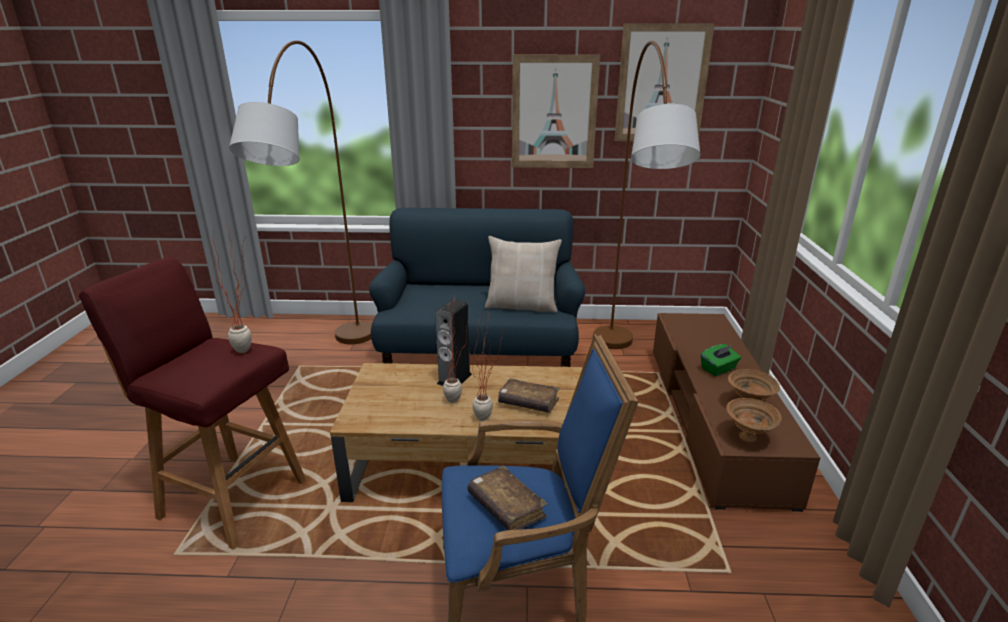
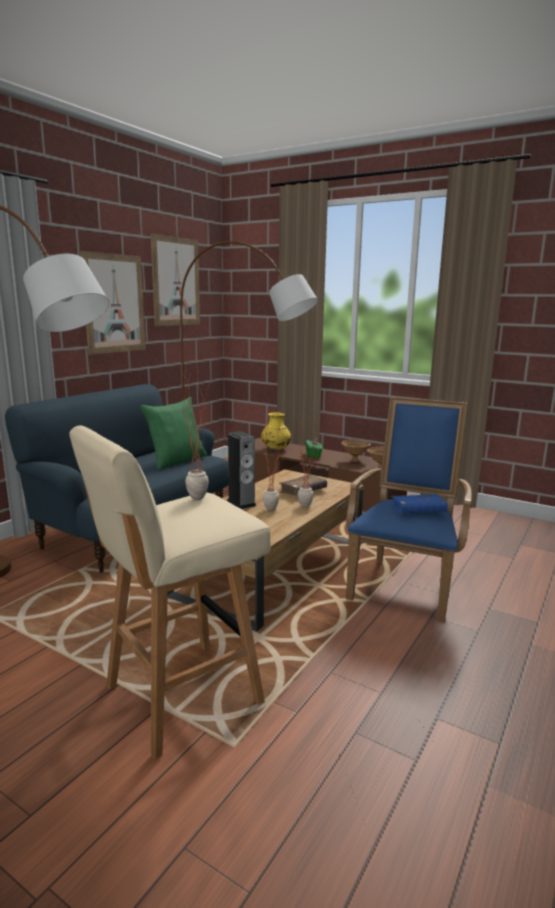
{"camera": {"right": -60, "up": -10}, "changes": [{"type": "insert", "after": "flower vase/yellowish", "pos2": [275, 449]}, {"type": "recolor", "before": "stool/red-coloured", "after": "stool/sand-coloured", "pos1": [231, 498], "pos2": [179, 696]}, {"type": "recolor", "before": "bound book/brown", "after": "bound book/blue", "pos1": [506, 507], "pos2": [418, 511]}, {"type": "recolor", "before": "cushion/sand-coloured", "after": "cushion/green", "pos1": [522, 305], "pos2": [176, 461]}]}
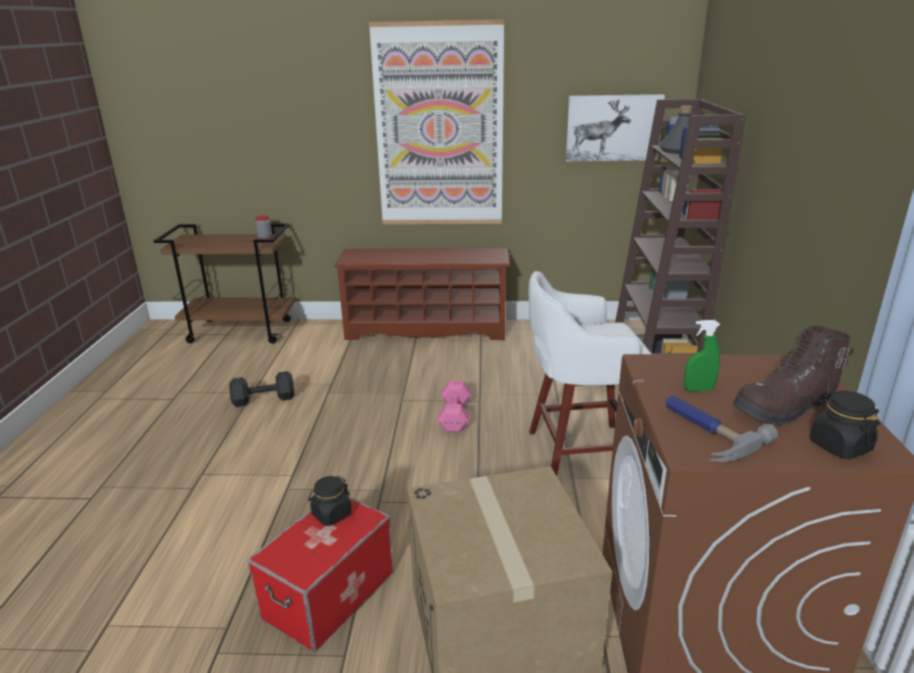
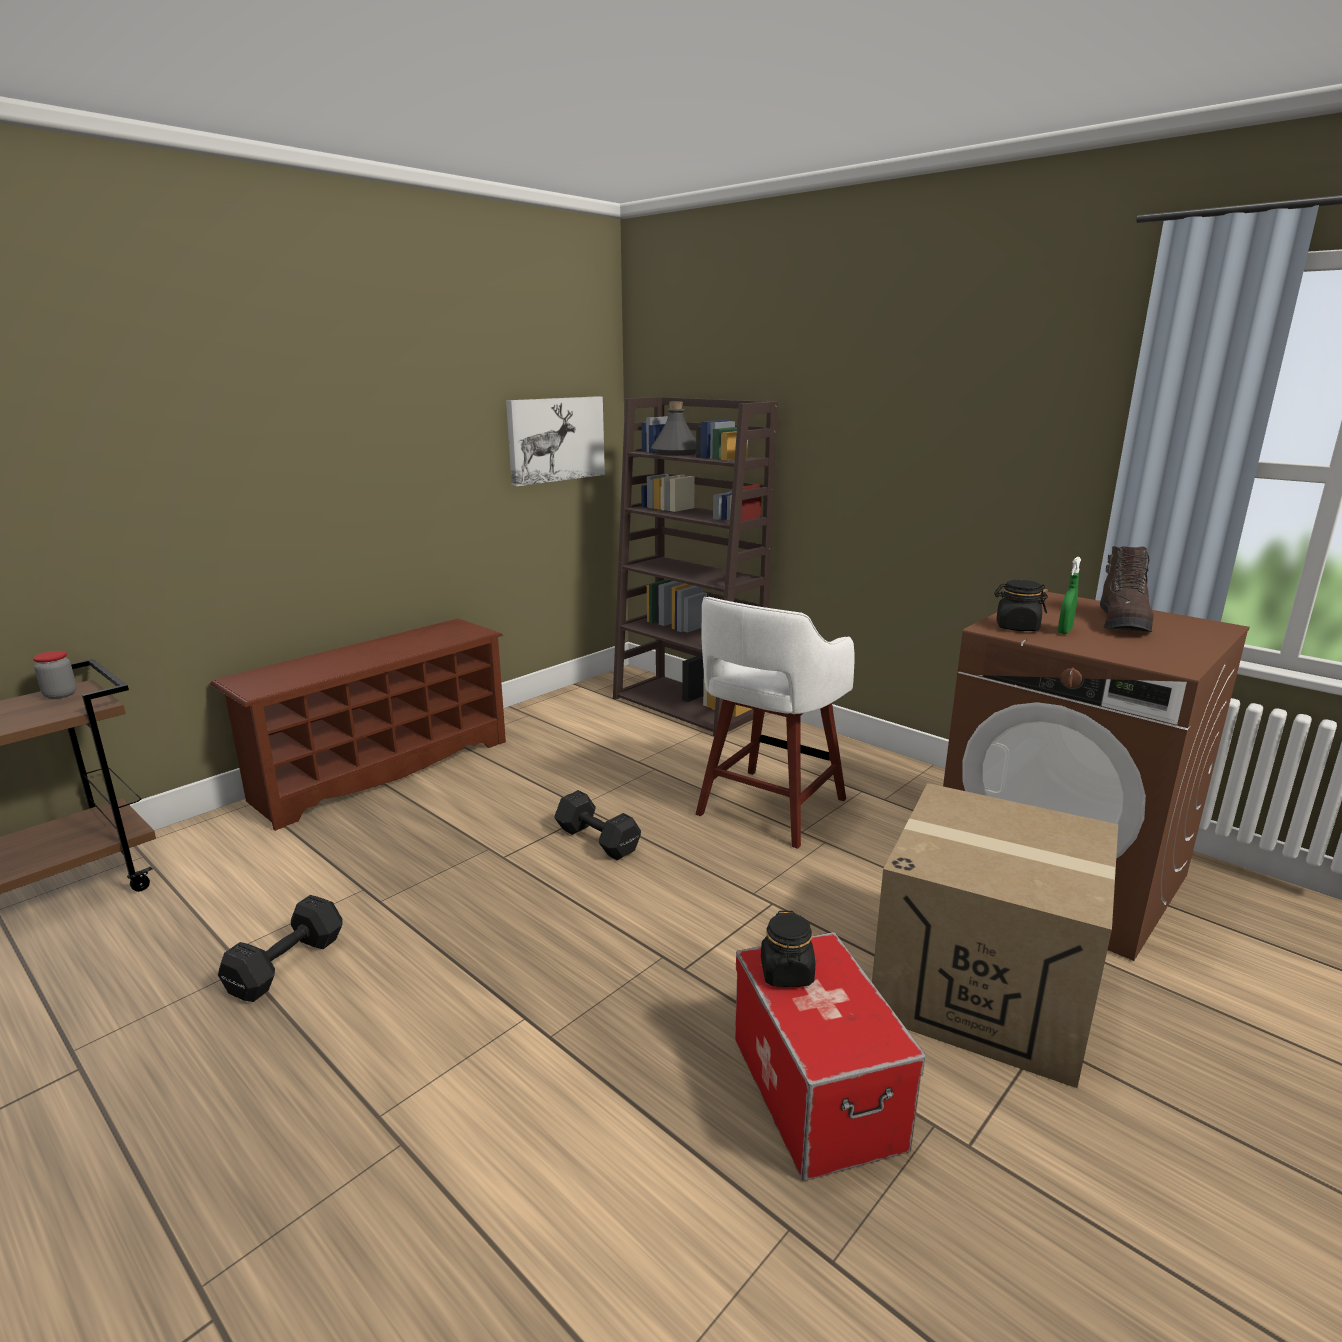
{"camera": {"right": -50, "up": -5}, "changes": [{"type": "delete", "before": "picture", "pos1": [439, 128]}, {"type": "delete", "before": "hammer", "pos1": [705, 432]}, {"type": "move", "before": "preserve jar/black-coloured", "pos1": [839, 446], "pos2": [1016, 627]}, {"type": "recolor", "before": "hand weight/pink-coloured", "after": "hand weight/black-coloured", "pos1": [455, 415], "pos2": [596, 839]}]}
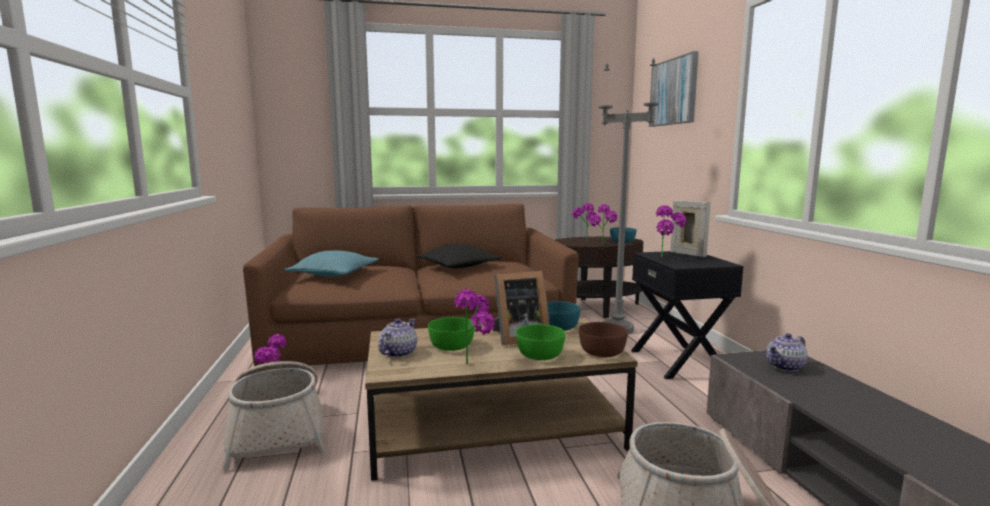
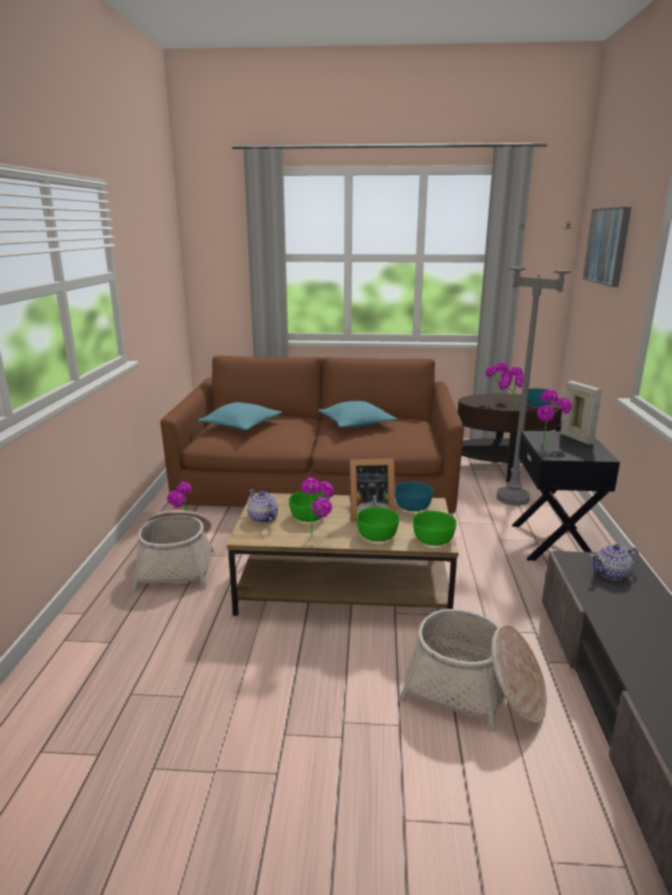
{"camera": {"right": 15, "up": 10}, "changes": [{"type": "recolor", "before": "cushion/black-coloured", "after": "cushion/turquoise", "pos1": [458, 266], "pos2": [356, 423]}, {"type": "recolor", "before": "bowl/brown", "after": "bowl/green", "pos1": [602, 352], "pos2": [433, 539]}, {"type": "rotate", "before": "teapot", "pos1": [398, 353], "pos2": [263, 518], "turn": -75}]}
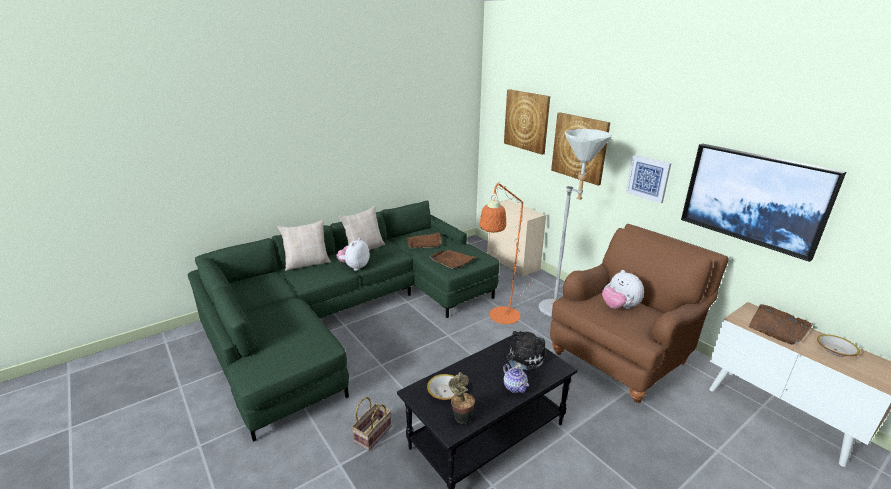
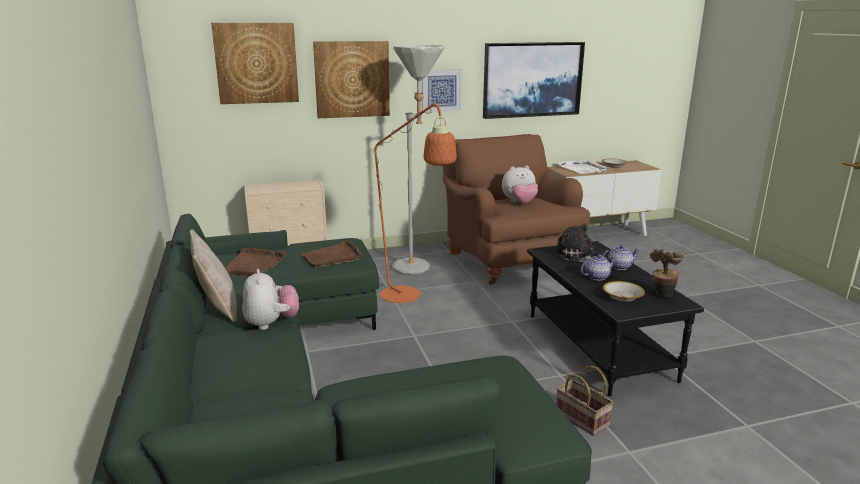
{"camera": {"right": -70, "up": -5}, "changes": [{"type": "delete", "before": "cushion/sand-coloured", "pos1": [307, 263]}, {"type": "insert", "after": "teapot", "pos2": [596, 277]}, {"type": "recolor", "before": "serving tray/brown", "after": "serving tray/whitish", "pos1": [778, 327], "pos2": [582, 169]}, {"type": "rotate", "before": "soft toy", "pos1": [354, 267], "pos2": [271, 324], "turn": -150}]}
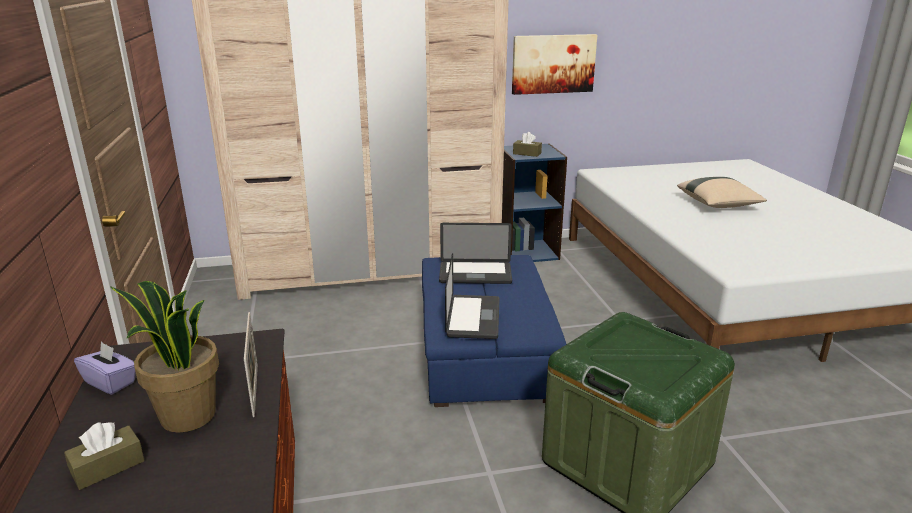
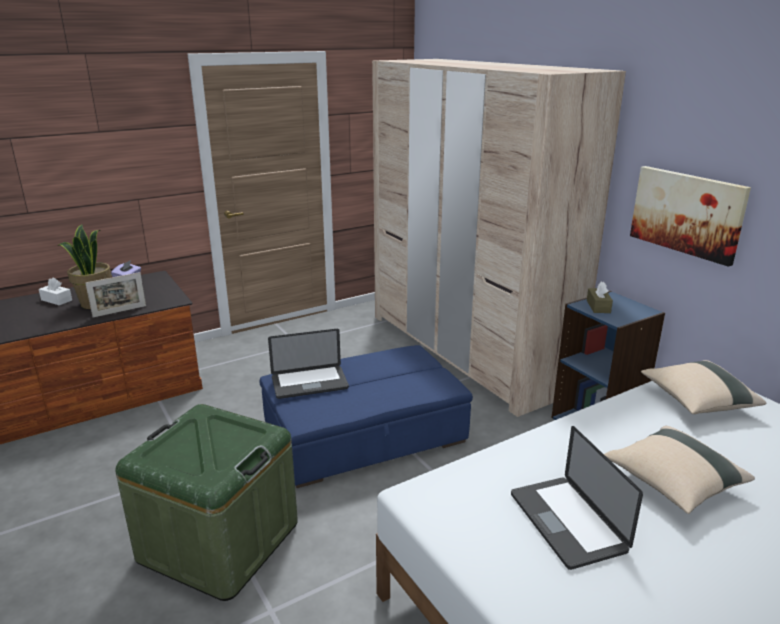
{"camera": {"right": 70, "up": 0}, "changes": [{"type": "insert", "after": "cushion/sand-coloured", "pos2": [697, 401]}, {"type": "move", "before": "laptop", "pos1": [475, 274], "pos2": [567, 522]}, {"type": "recolor", "before": "tissue box/brown", "after": "tissue box/whitish", "pos1": [108, 467], "pos2": [56, 300]}]}
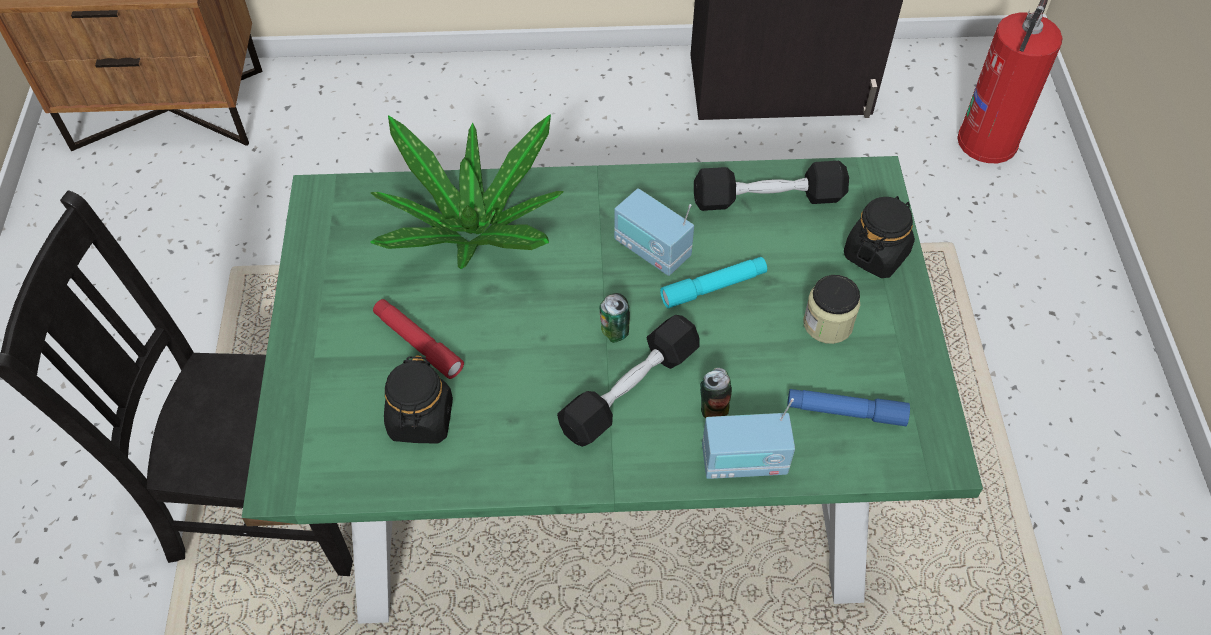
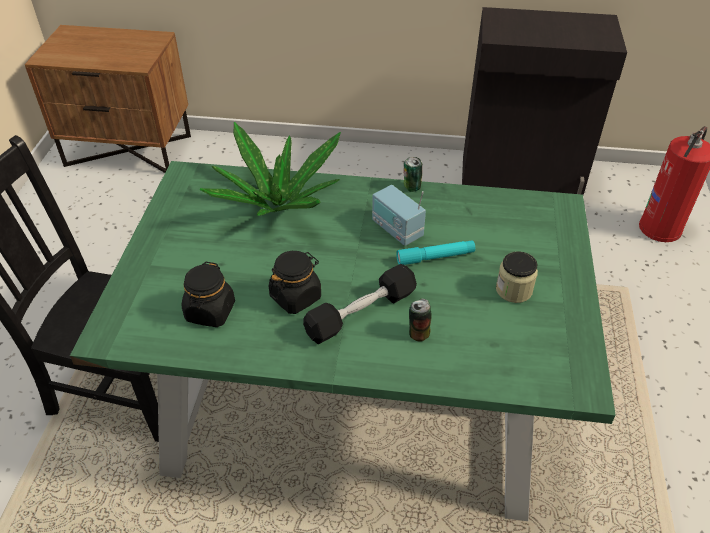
{"camera": {"right": 10, "up": -10}, "changes": [{"type": "delete", "before": "flashlight/red-coloured", "pos1": [418, 343]}, {"type": "delete", "before": "hand weight/black-coloured", "pos1": [768, 198]}, {"type": "delete", "before": "radio", "pos1": [744, 462]}, {"type": "delete", "before": "flashlight/blue", "pos1": [845, 412]}, {"type": "move", "before": "can", "pos1": [614, 333], "pos2": [411, 187]}, {"type": "move", "before": "preserve jar/black-coloured", "pos1": [876, 254], "pos2": [296, 297]}]}
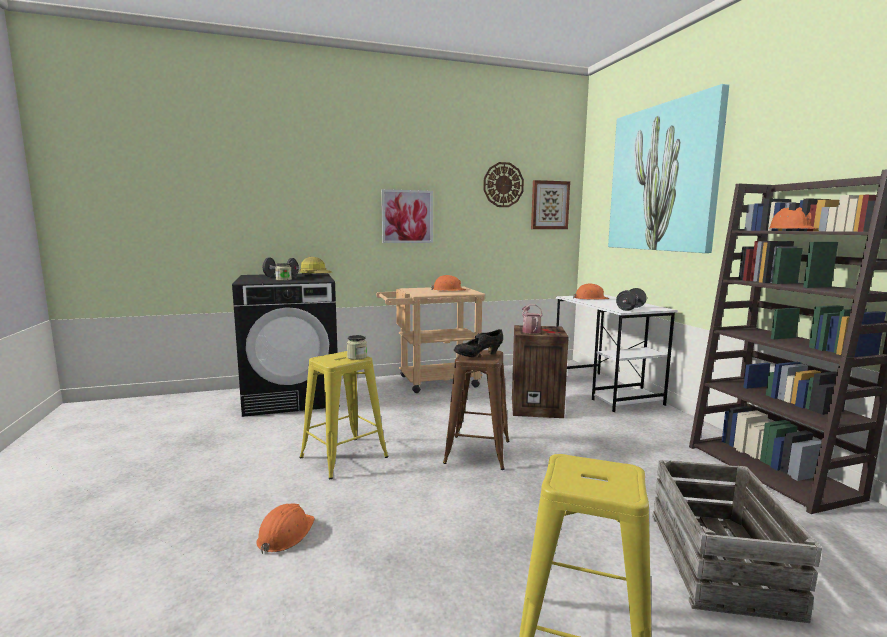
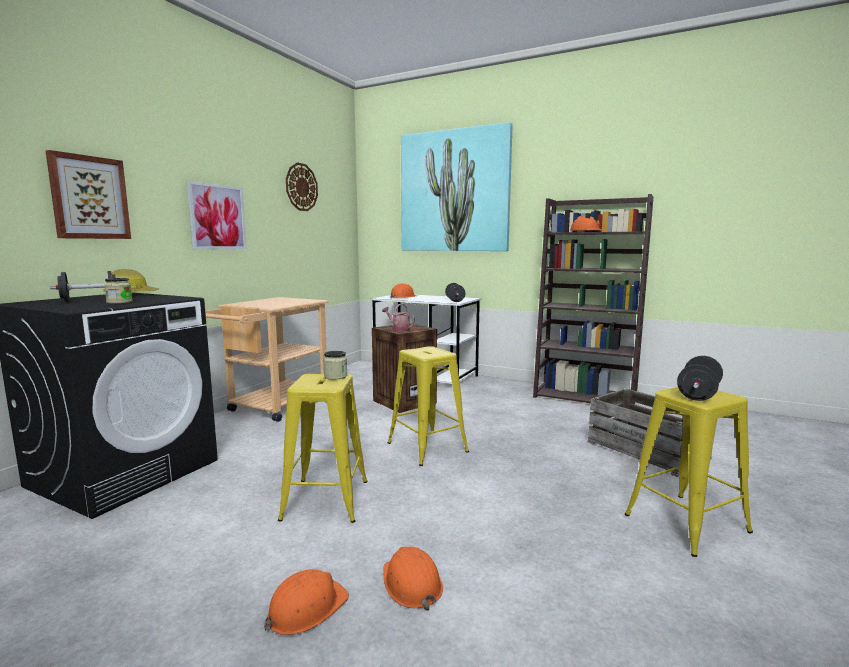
{"camera": {"right": -45, "up": 0}, "changes": [{"type": "delete", "before": "item of footwear/black-coloured", "pos1": [478, 356]}, {"type": "insert", "after": "hand weight/black-coloured", "pos2": [698, 394]}, {"type": "move", "before": "hard hat/orange-coloured", "pos1": [448, 290], "pos2": [306, 608]}, {"type": "move", "before": "picture", "pos1": [549, 205], "pos2": [89, 198]}, {"type": "recolor", "before": "stool/brown", "after": "stool/yellowish", "pos1": [477, 452], "pos2": [427, 447]}]}
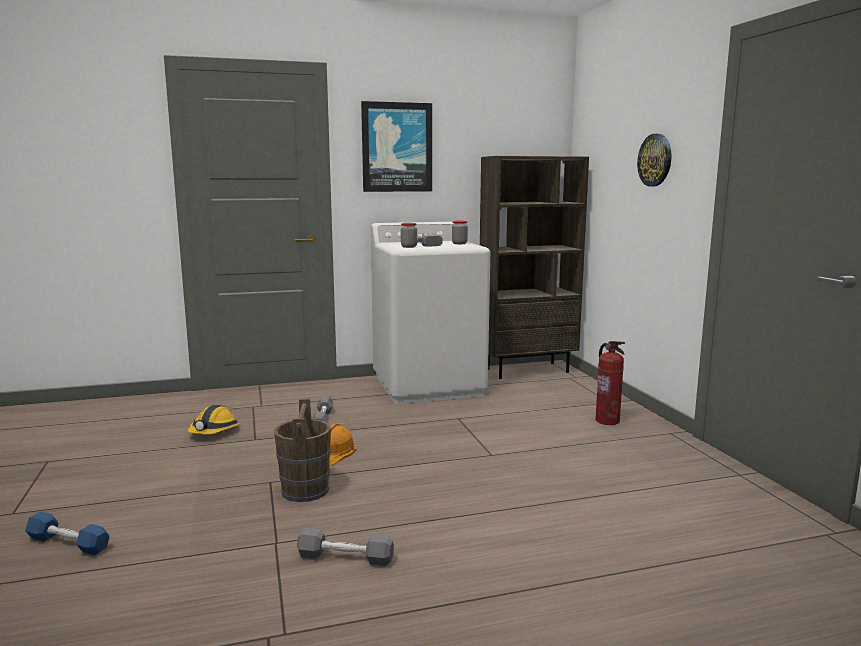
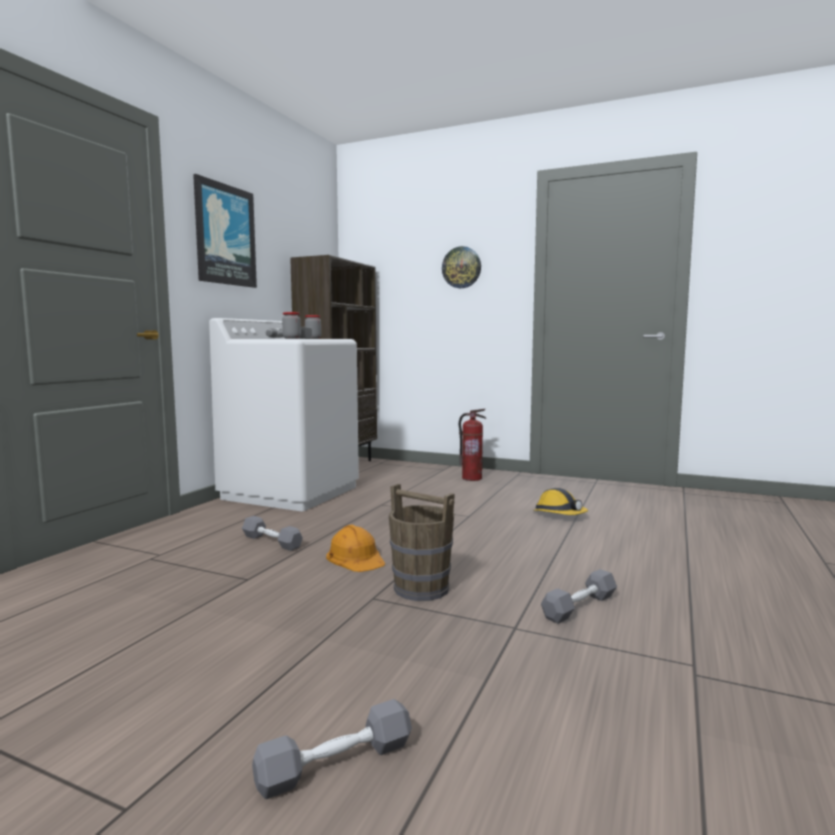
{"camera": {"right": -50, "up": -5}, "changes": [{"type": "move", "before": "hard hat", "pos1": [214, 432], "pos2": [559, 515]}, {"type": "recolor", "before": "hand weight/blue", "after": "hand weight/greyish", "pos1": [68, 543], "pos2": [335, 764]}]}
